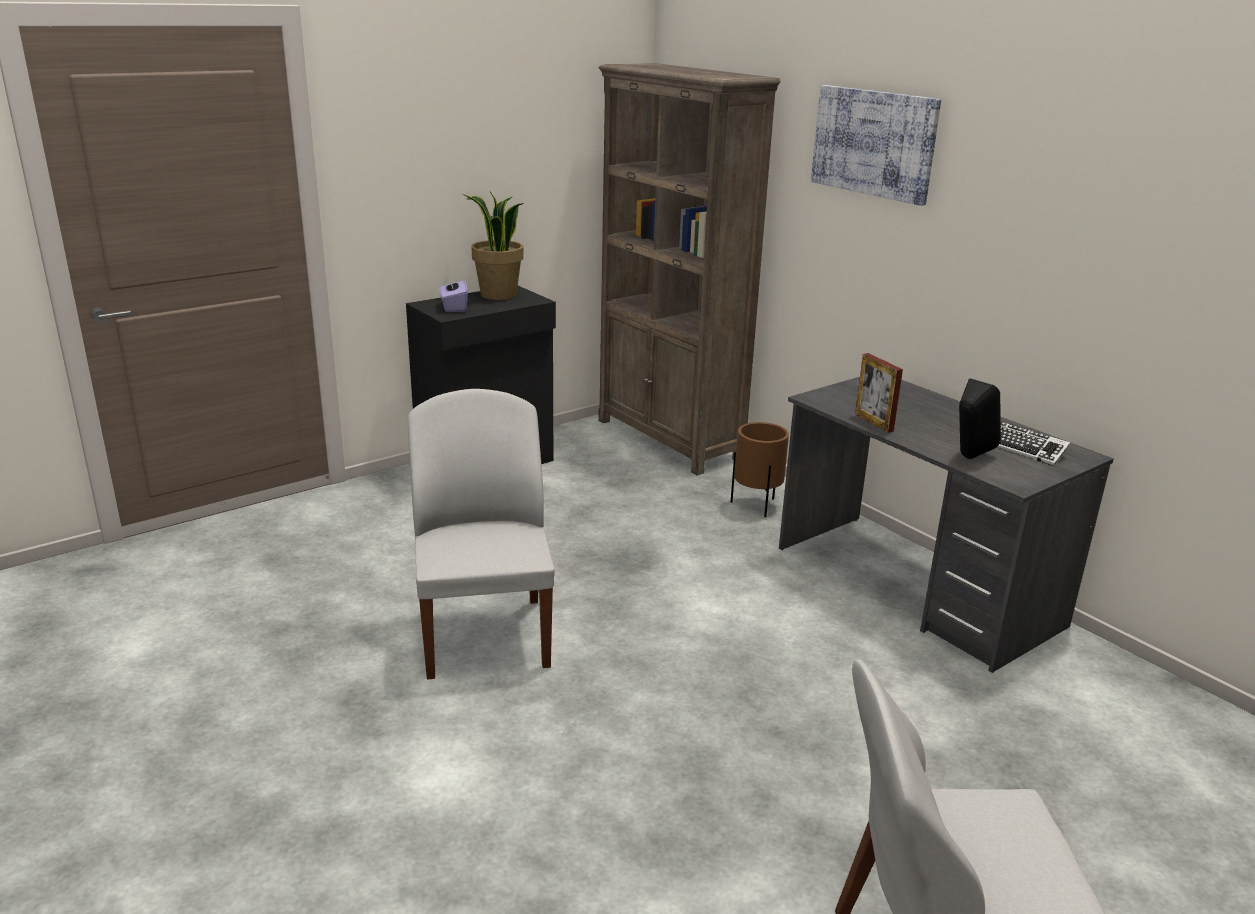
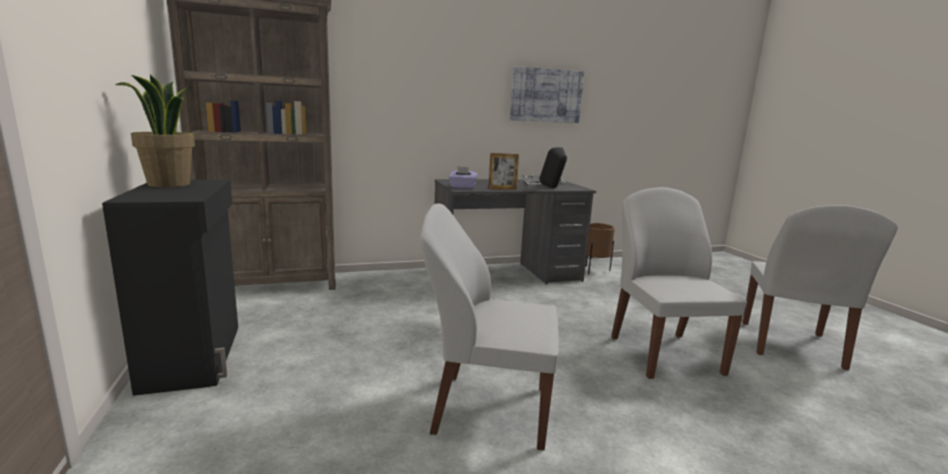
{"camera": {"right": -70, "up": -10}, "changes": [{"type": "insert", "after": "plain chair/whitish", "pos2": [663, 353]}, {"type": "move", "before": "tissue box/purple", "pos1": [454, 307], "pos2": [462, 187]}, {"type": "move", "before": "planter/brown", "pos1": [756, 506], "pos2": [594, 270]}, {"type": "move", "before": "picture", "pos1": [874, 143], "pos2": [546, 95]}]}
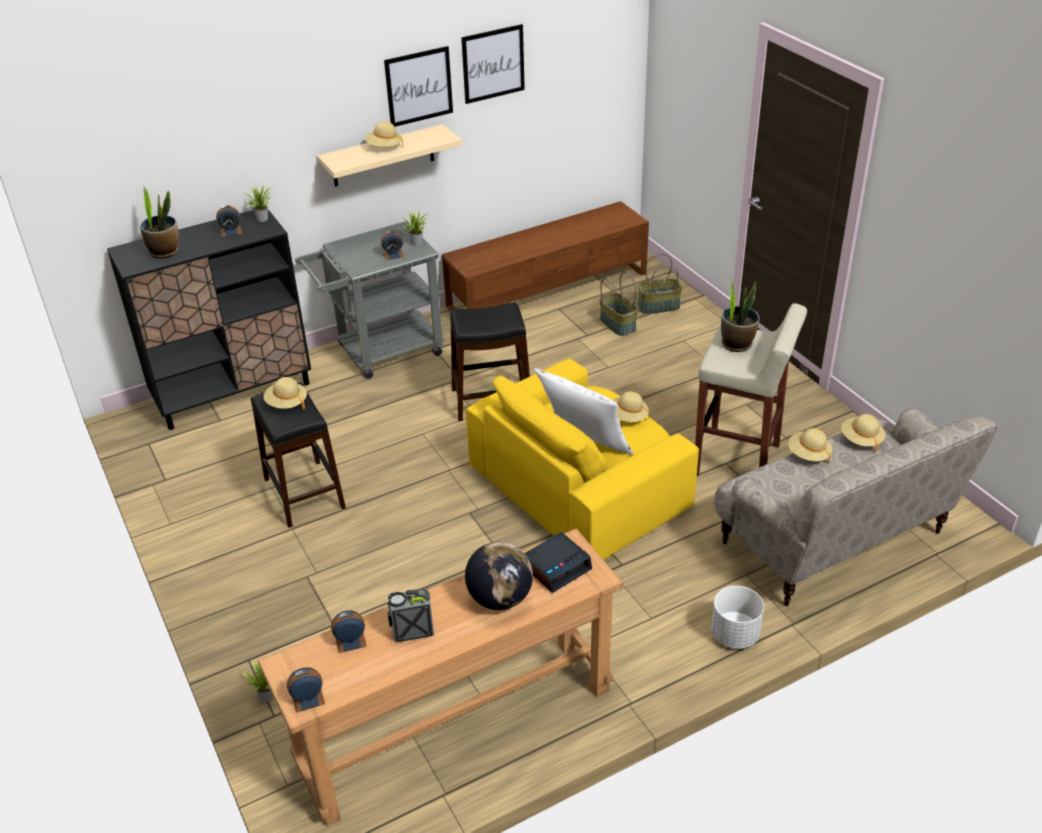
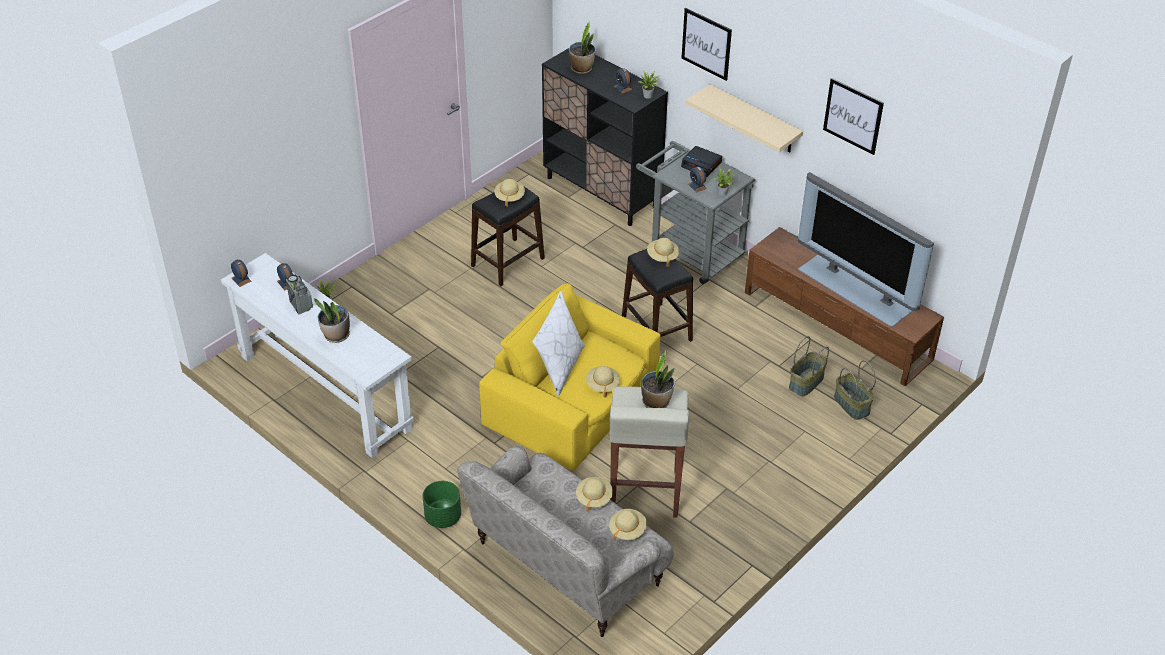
{"camera": {"right": 70, "up": 5}, "changes": [{"type": "insert", "after": "TV", "pos2": [856, 288]}, {"type": "move", "before": "wearable hat/sand-coloured", "pos1": [384, 147], "pos2": [662, 256]}, {"type": "move", "before": "picture", "pos1": [419, 86], "pos2": [706, 44]}, {"type": "move", "before": "alarm clock", "pos1": [556, 567], "pos2": [702, 165]}, {"type": "replace", "before": "world globe", "after": "houseplant", "pos1": [500, 598], "pos2": [336, 335]}, {"type": "recolor", "before": "console table/brown", "after": "console table/whitish", "pos1": [456, 725], "pos2": [325, 392]}, {"type": "recolor", "before": "planter/whitish", "after": "planter/green", "pos1": [734, 635], "pos2": [442, 517]}]}
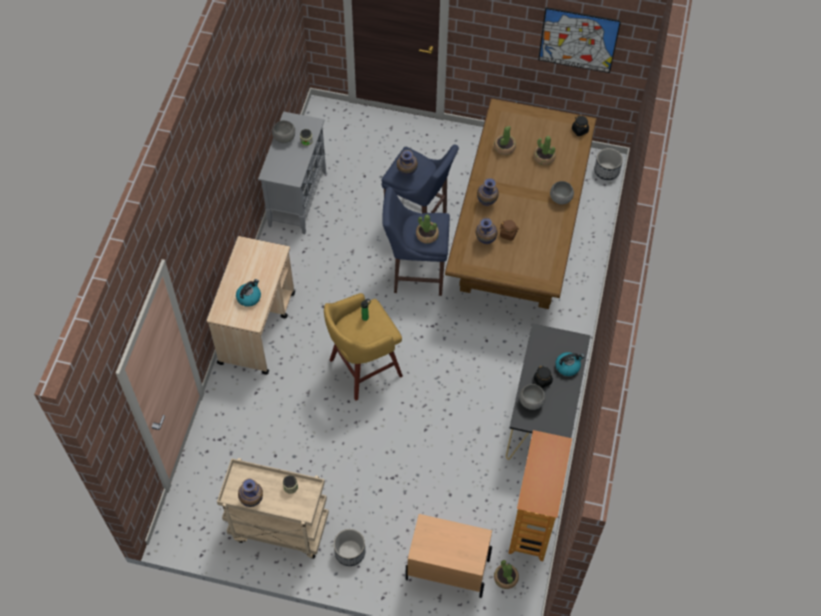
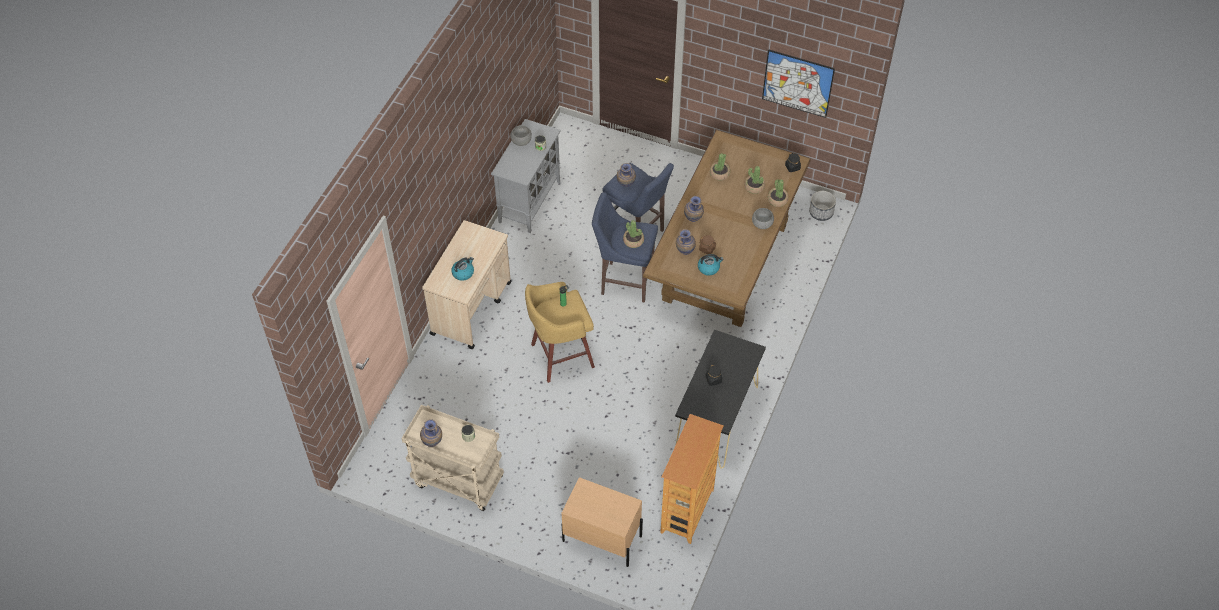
{"camera": {"right": 10, "up": -5}, "changes": [{"type": "delete", "before": "planter", "pos1": [350, 552]}, {"type": "delete", "before": "bowl/greyish", "pos1": [531, 401]}, {"type": "move", "before": "houseplant", "pos1": [505, 578], "pos2": [777, 200]}, {"type": "move", "before": "water kettle", "pos1": [567, 366], "pos2": [709, 268]}]}
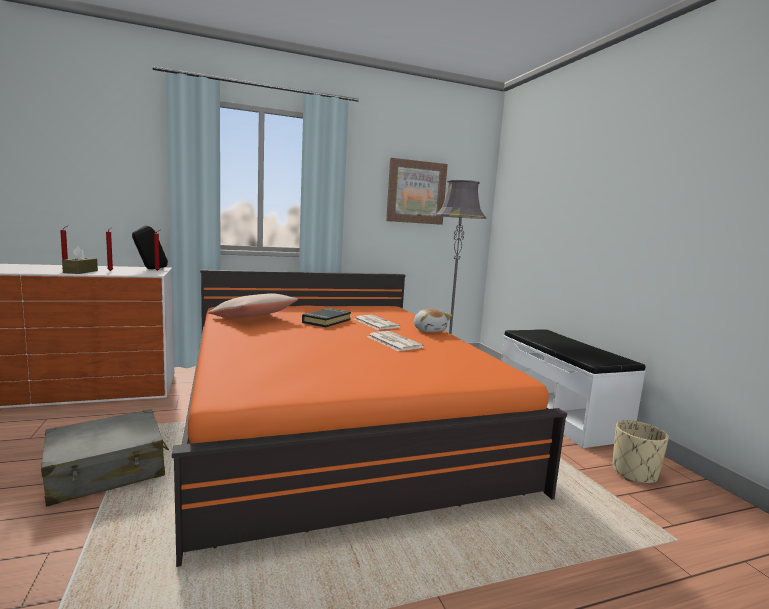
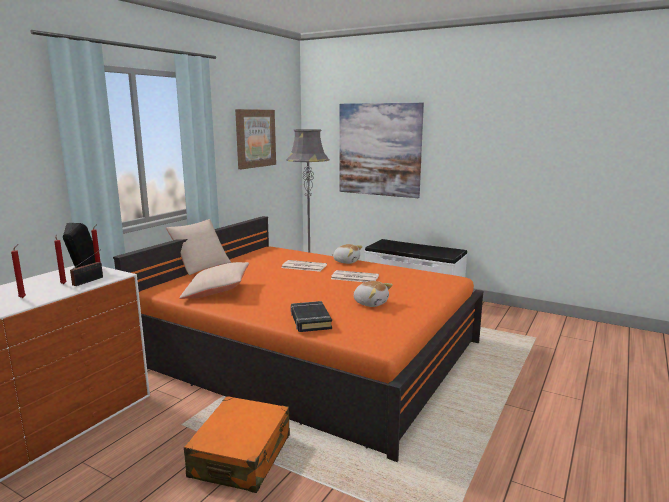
{"camera": {"right": -40, "up": 5}, "changes": [{"type": "delete", "before": "tissue box/brown", "pos1": [80, 272]}, {"type": "delete", "before": "planter/sand-coloured", "pos1": [634, 474]}, {"type": "insert", "after": "radio", "pos2": [90, 280]}, {"type": "insert", "after": "cushion/sand-coloured", "pos2": [201, 266]}, {"type": "insert", "after": "picture", "pos2": [379, 149]}, {"type": "insert", "after": "soft toy", "pos2": [370, 303]}, {"type": "move", "before": "bound book/black-coloured", "pos1": [326, 321], "pos2": [310, 320]}, {"type": "recolor", "before": "piece of luggage/greyish", "after": "piece of luggage/orange-coloured", "pos1": [107, 471], "pos2": [241, 456]}]}
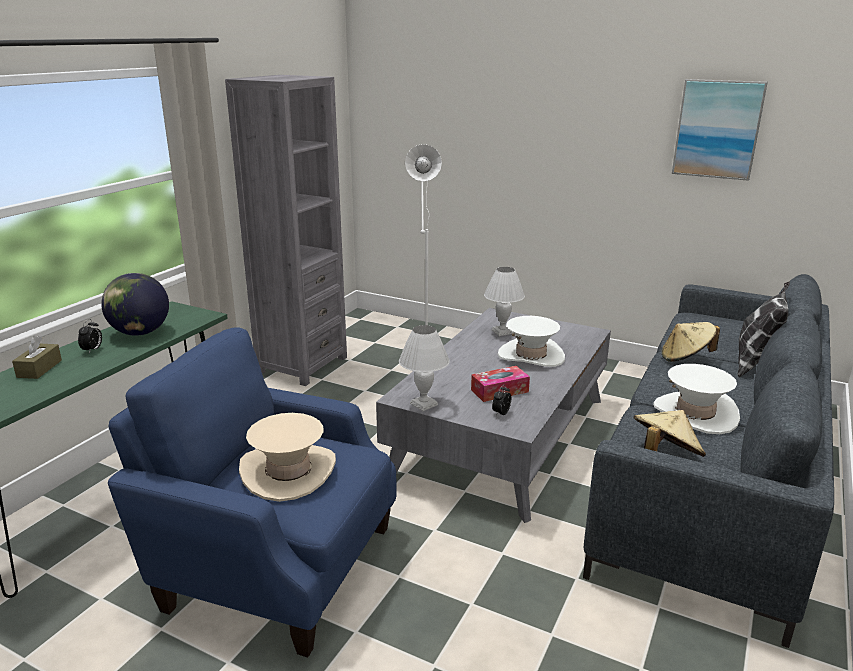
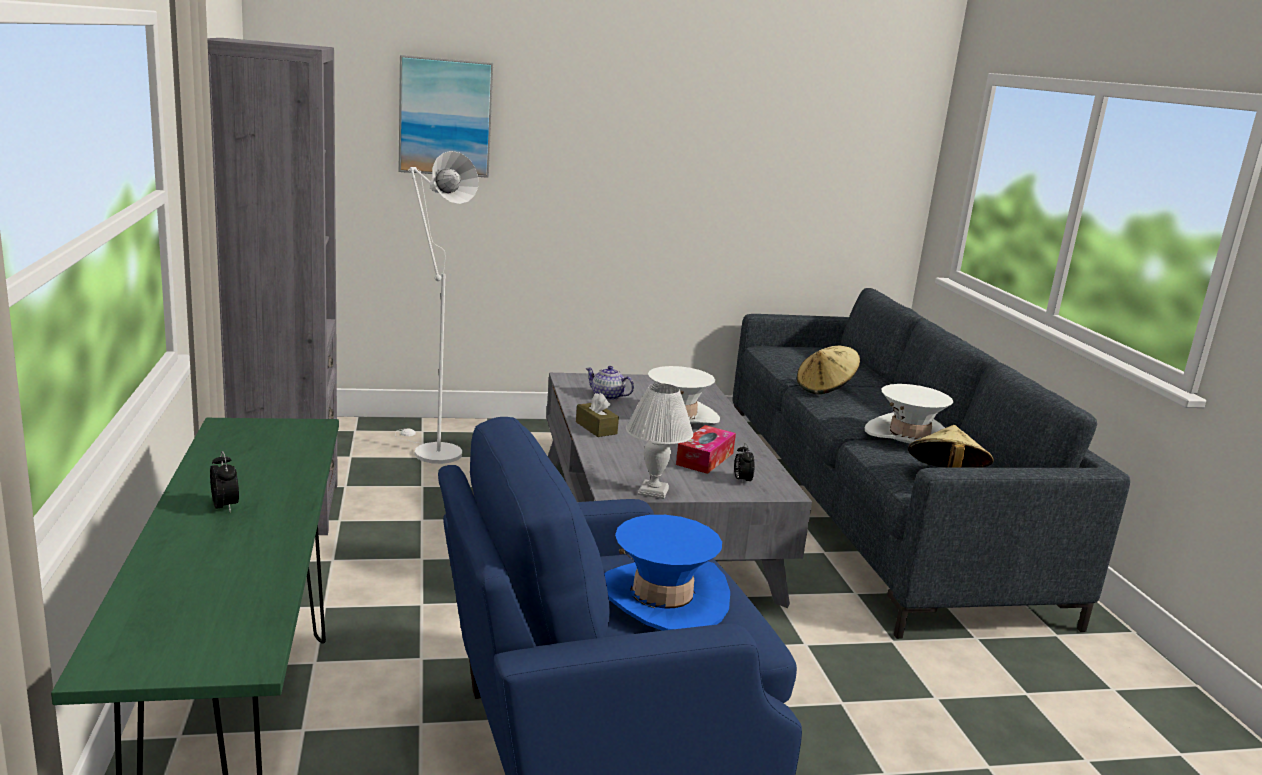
{"camera": {"right": -40, "up": -5}, "changes": [{"type": "delete", "before": "world globe", "pos1": [140, 332]}, {"type": "delete", "before": "cushion", "pos1": [756, 364]}, {"type": "move", "before": "tissue box/brown", "pos1": [39, 369], "pos2": [596, 428]}, {"type": "move", "before": "picture", "pos1": [717, 129], "pos2": [445, 117]}, {"type": "replace", "before": "tabletop lamp/whitish", "after": "teapot", "pos1": [502, 332], "pos2": [607, 397]}, {"type": "recolor", "before": "wearable hat/sand-coloured", "after": "wearable hat/blue", "pos1": [288, 472], "pos2": [662, 598]}]}
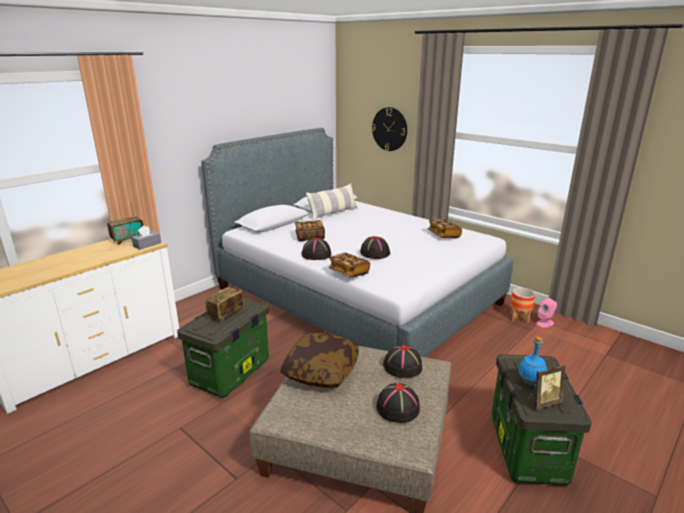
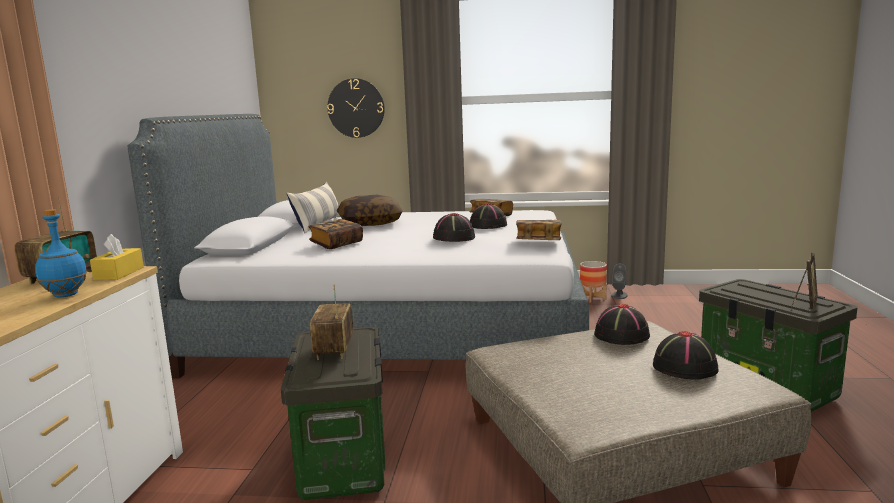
{"camera": {"right": -35, "up": -10}, "changes": [{"type": "move", "before": "cushion", "pos1": [321, 371], "pos2": [370, 223]}, {"type": "move", "before": "wearable hat/black-coloured", "pos1": [316, 255], "pos2": [487, 226]}, {"type": "move", "before": "bound book", "pos1": [349, 272], "pos2": [538, 241]}, {"type": "move", "before": "bottle/blue", "pos1": [530, 383], "pos2": [65, 295]}, {"type": "recolor", "before": "tissue box/greyish", "after": "tissue box/yellowish", "pos1": [147, 244], "pos2": [119, 273]}, {"type": "recolor", "before": "speaker/pink-coloured", "after": "speaker/greyish", "pos1": [545, 323], "pos2": [619, 295]}]}
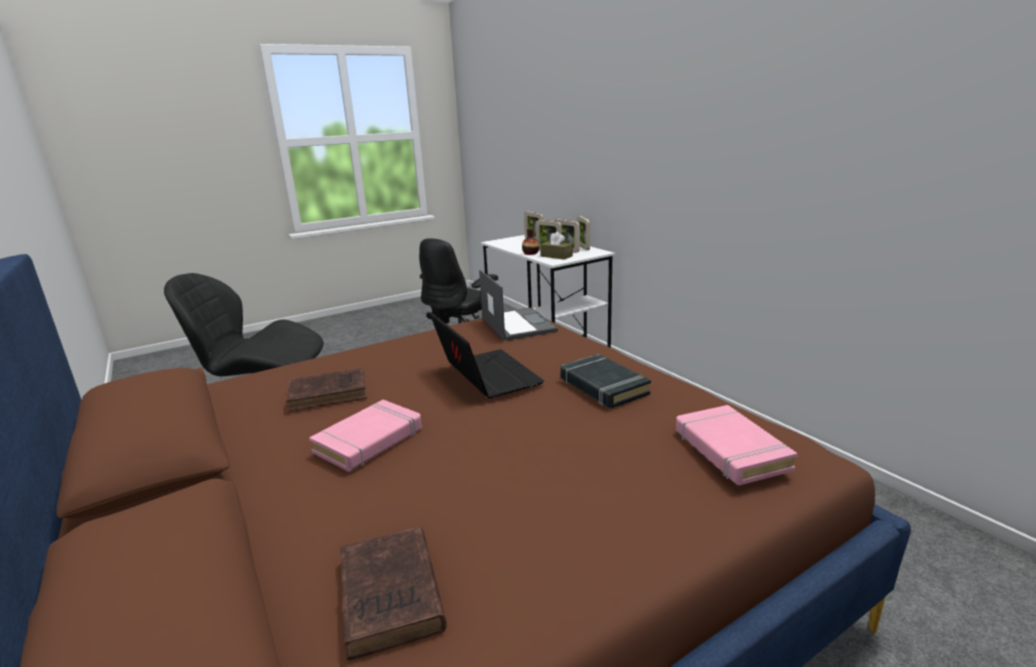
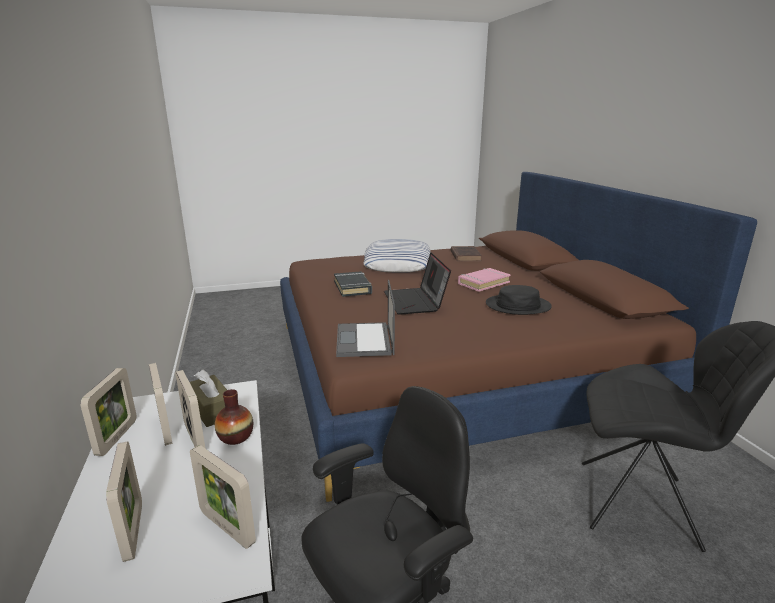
{"camera": {"right": -165, "up": 0}, "changes": [{"type": "delete", "before": "bound book/pink-coloured", "pos1": [730, 450]}, {"type": "insert", "after": "photo frame", "pos2": [227, 527]}, {"type": "insert", "after": "cushion", "pos2": [397, 263]}, {"type": "replace", "before": "bound book/brown", "after": "wearable hat/black-coloured", "pos1": [331, 393], "pos2": [517, 306]}]}
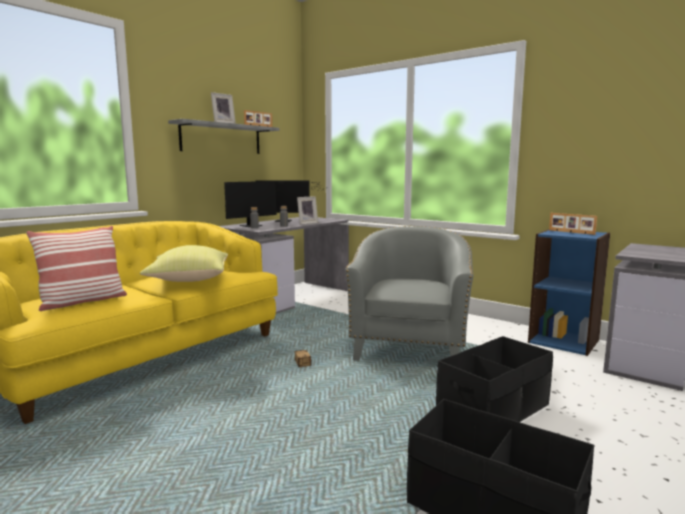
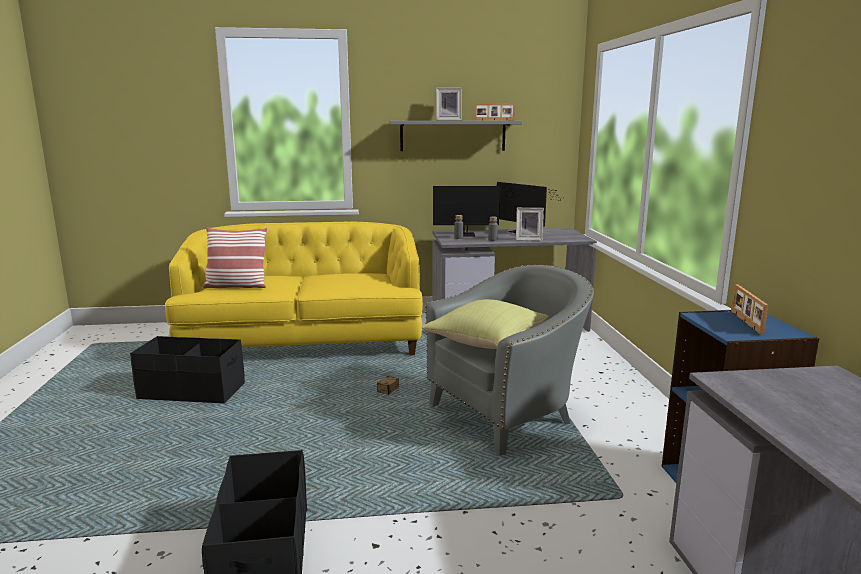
{"camera": {"right": 45, "up": 5}, "changes": [{"type": "move", "before": "cushion/yellowish", "pos1": [189, 280], "pos2": [486, 341]}, {"type": "move", "before": "storage box/black-coloured", "pos1": [494, 411], "pos2": [192, 392]}]}
